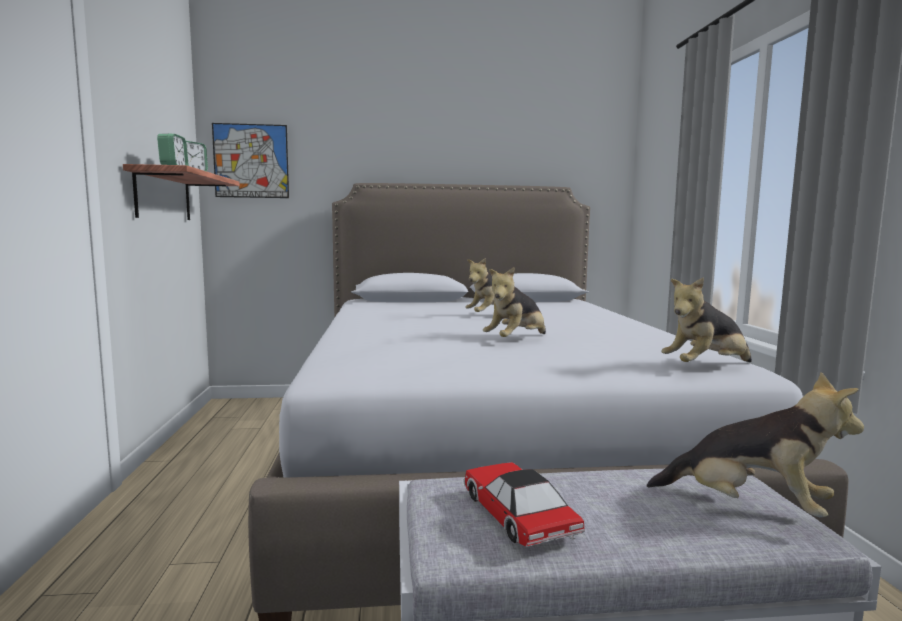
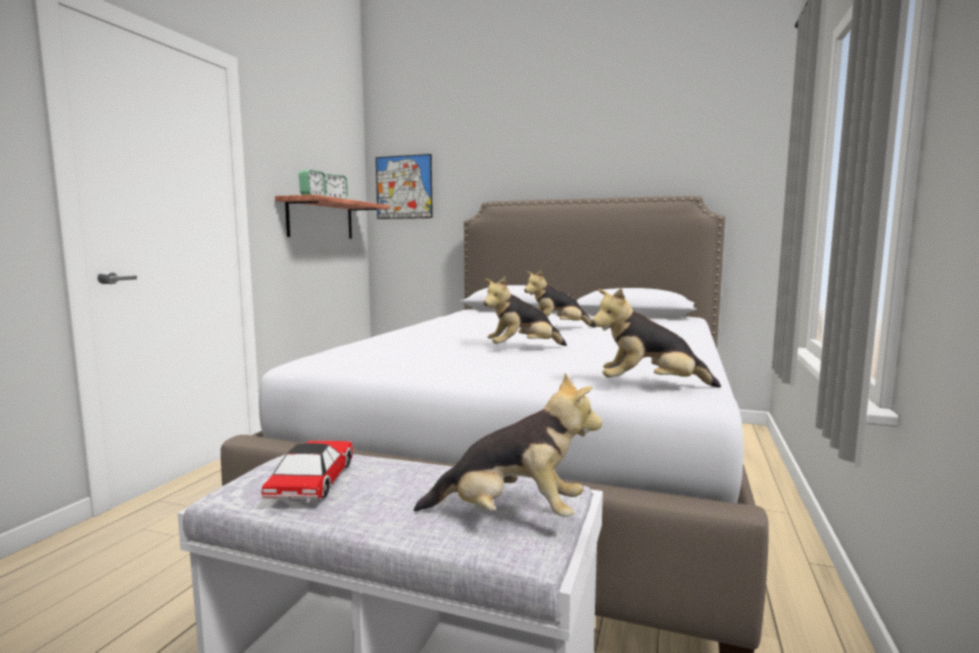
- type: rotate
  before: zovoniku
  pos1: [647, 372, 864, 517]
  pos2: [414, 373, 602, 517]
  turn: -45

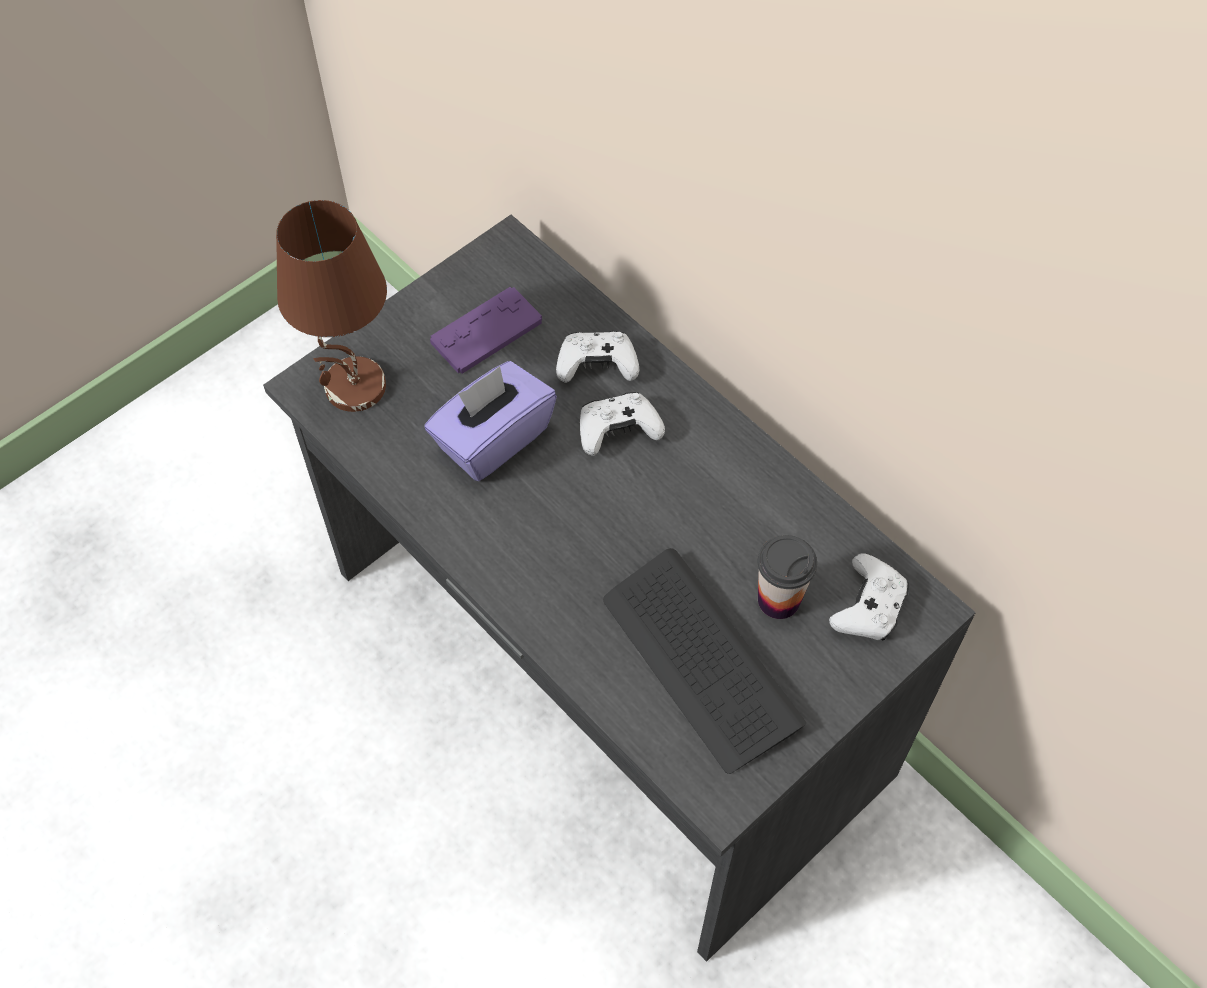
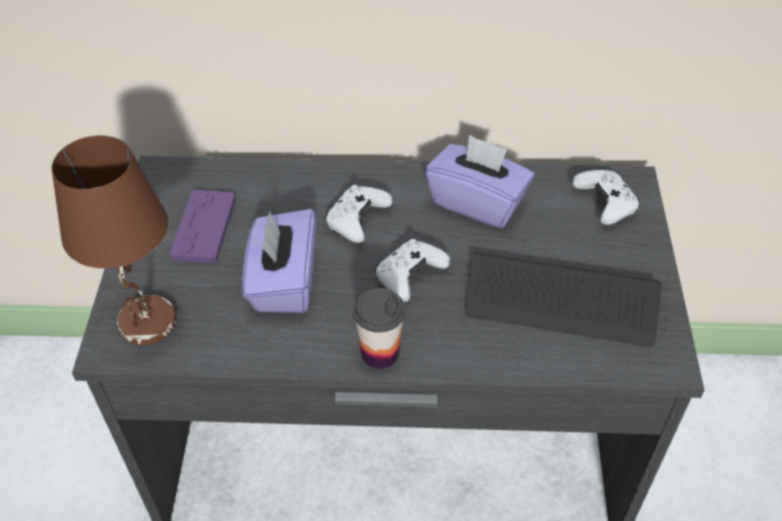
- type: move
  before: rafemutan
  pos1: [758, 535, 817, 619]
  pos2: [353, 288, 406, 369]
- type: move
  before: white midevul
  pos1: [556, 331, 639, 383]
  pos2: [375, 239, 450, 302]
- type: insert
  after: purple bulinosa
  pos2: [425, 134, 535, 228]

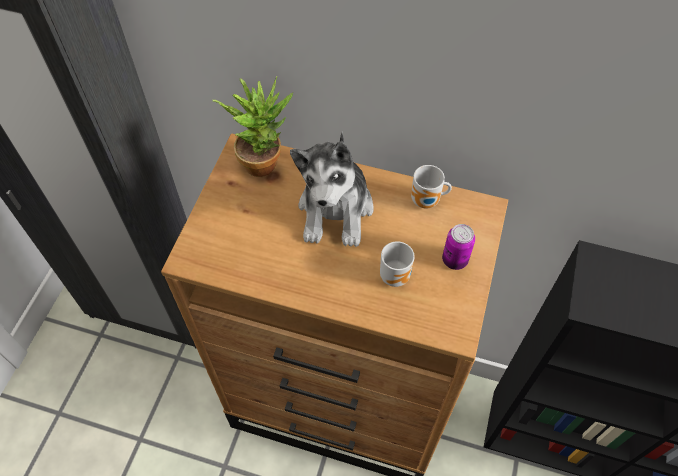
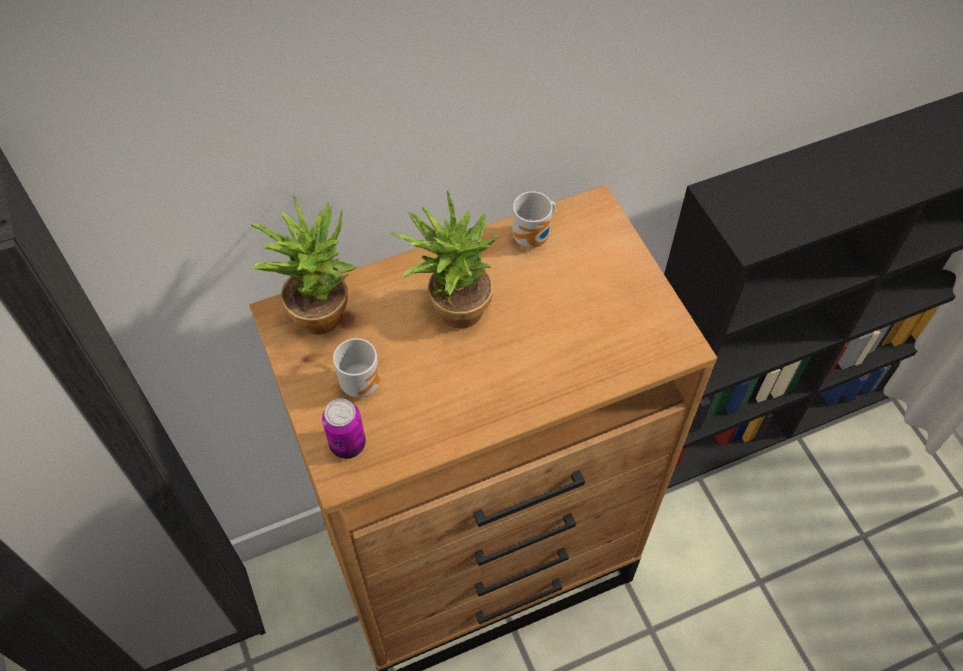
- type: move
  before: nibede
  pos1: [442, 224, 475, 270]
  pos2: [322, 399, 366, 459]
- type: move
  before: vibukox
  pos1: [380, 241, 415, 287]
  pos2: [333, 338, 380, 398]
- type: replace
  before: zovoniku
  after: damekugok
  pos1: [290, 132, 374, 247]
  pos2: [390, 190, 500, 328]

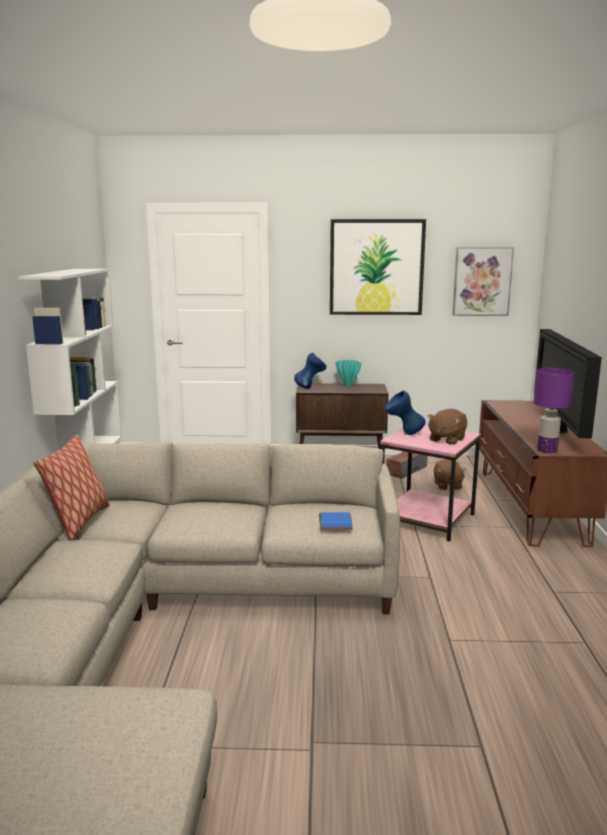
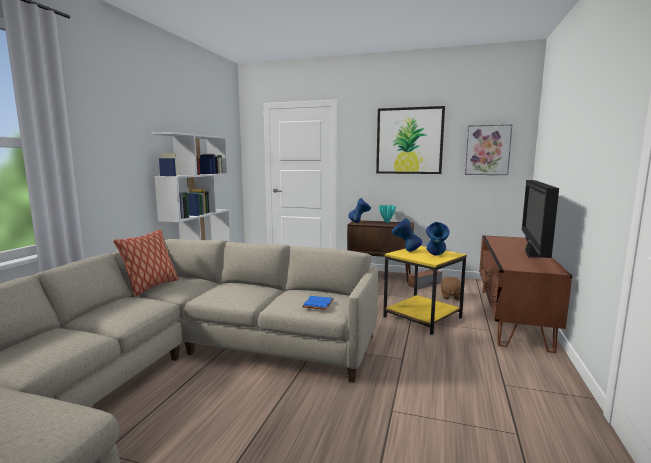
- type: recolor
  before: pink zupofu
  after: yellow zupofu
  pos1: [380, 425, 481, 542]
  pos2: [383, 246, 467, 335]
- type: replace
  before: brown zovoniku
  after: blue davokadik
  pos1: [427, 409, 467, 445]
  pos2: [426, 222, 450, 256]
- type: delete
  before: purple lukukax
  pos1: [534, 368, 575, 453]

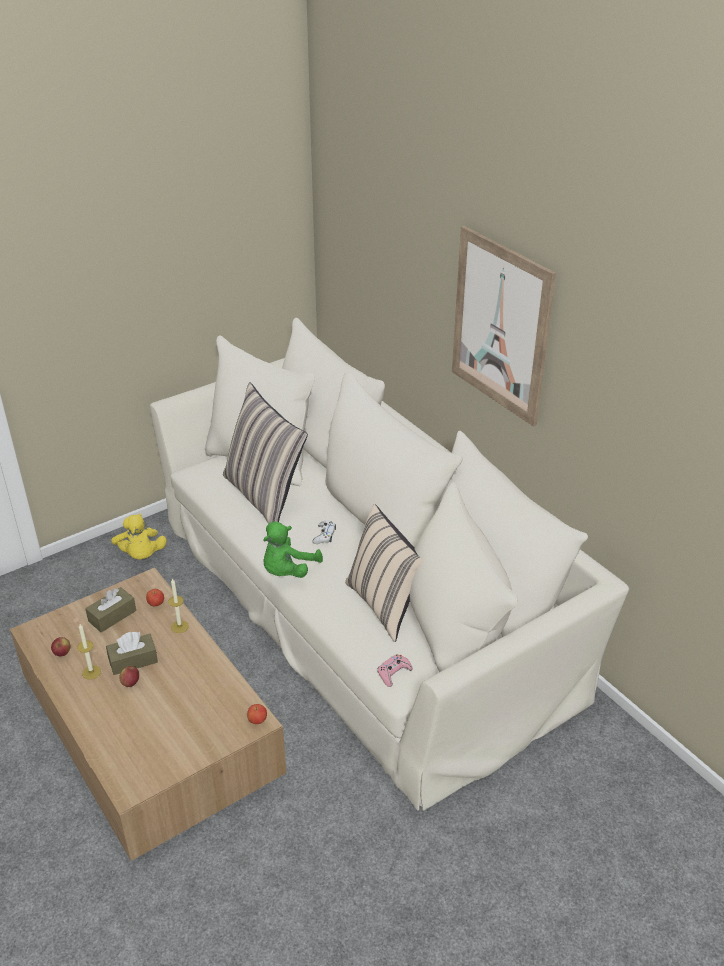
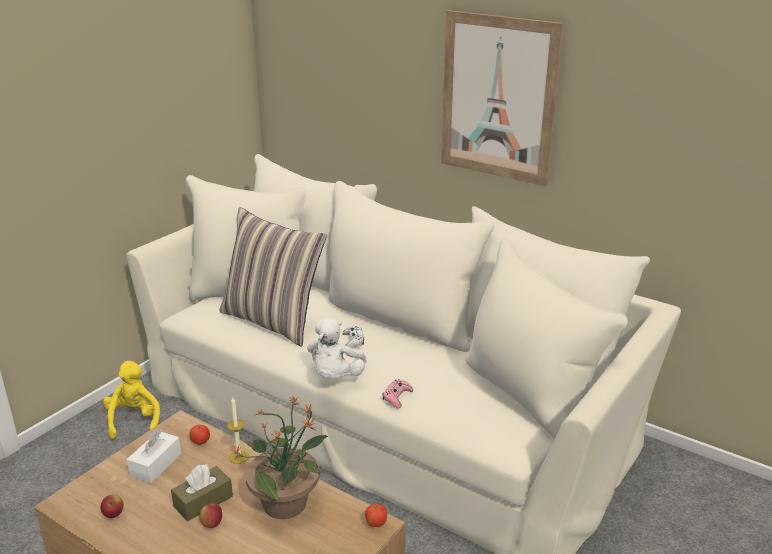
- type: rotate
  before: yellow zovoniku
  pos1: [111, 513, 167, 559]
  pos2: [103, 361, 160, 439]
  turn: -150
- type: recolor
  before: brown bulinosa
  after: white bulinosa
  pos1: [85, 587, 136, 633]
  pos2: [127, 429, 181, 483]
- type: insert
  after: damekugok
  pos2: [231, 396, 329, 519]
- type: recolor
  before: green zovoniku
  after: white zovoniku
  pos1: [263, 522, 323, 578]
  pos2: [307, 318, 366, 379]
- type: move
  before: pink midevul
  pos1: [377, 654, 413, 687]
  pos2: [382, 379, 413, 408]
- type: delete
  before: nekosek
  pos1: [77, 624, 101, 680]
- type: delete
  before: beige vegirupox
  pos1: [345, 504, 423, 642]

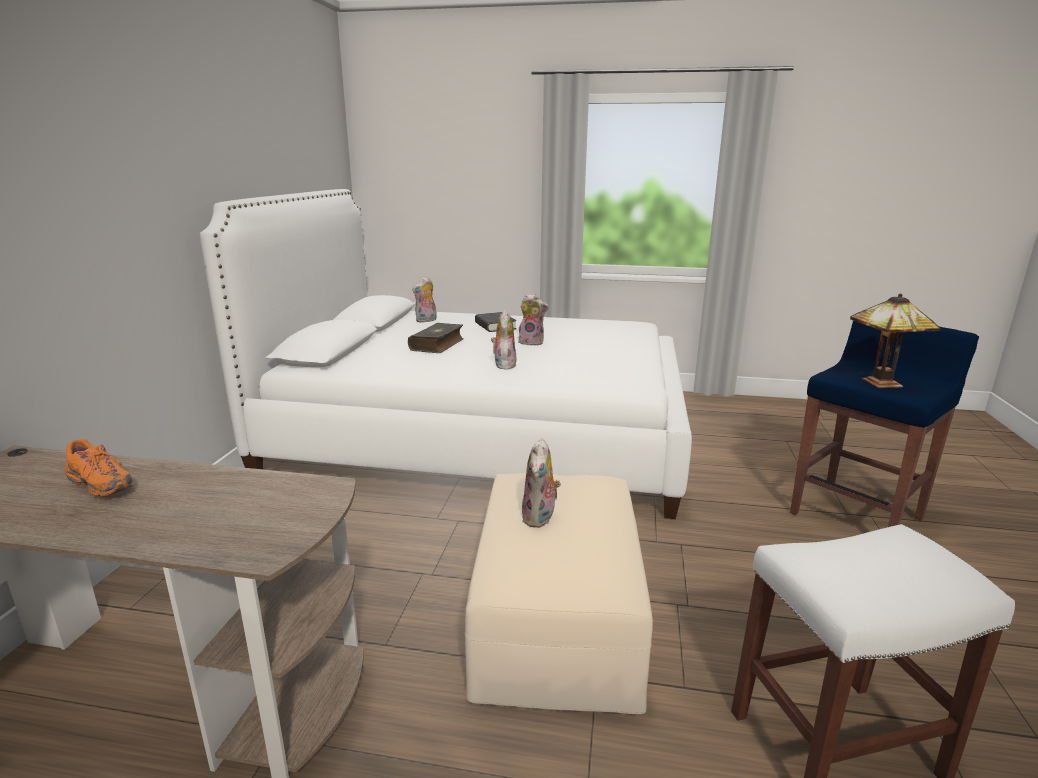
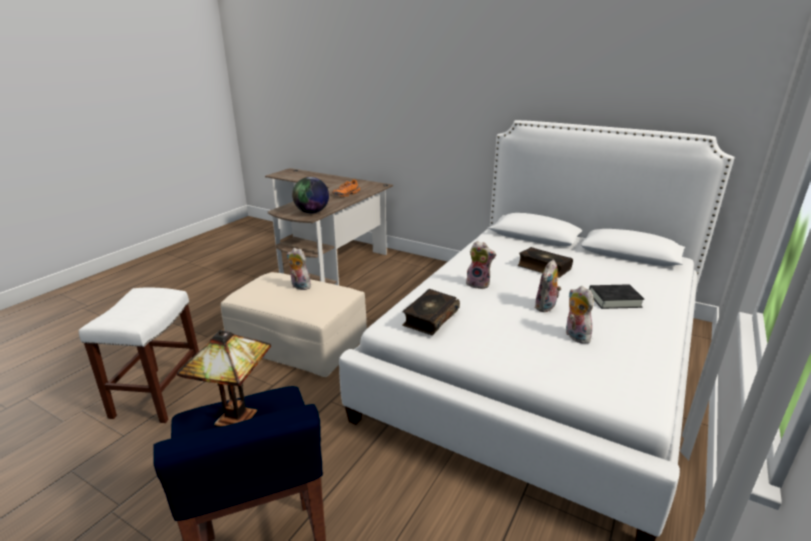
- type: insert
  after: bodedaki
  pos2: [292, 177, 329, 214]
- type: insert
  after: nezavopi
  pos2: [402, 289, 460, 335]
- type: move
  before: zovoniku
  pos1: [412, 276, 437, 323]
  pos2: [566, 286, 594, 344]

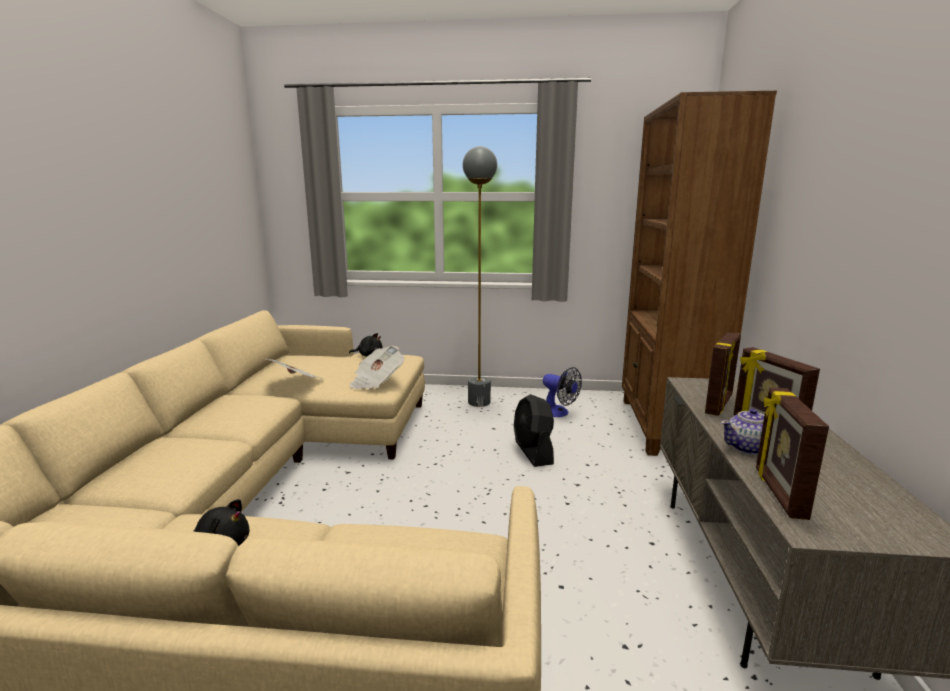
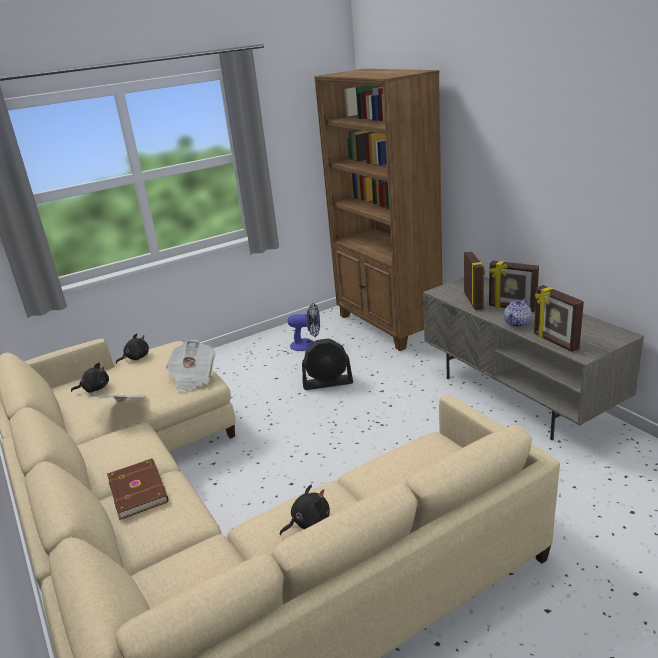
- type: insert
  after: black zovoniku
  pos2: [71, 363, 109, 393]
- type: insert
  after: brown nezavopi
  pos2: [107, 459, 169, 520]
- type: rotate
  before: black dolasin
  pos1: [514, 394, 554, 467]
  pos2: [302, 339, 353, 390]
  turn: -45
- type: delete
  before: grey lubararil
  pos1: [463, 146, 497, 407]

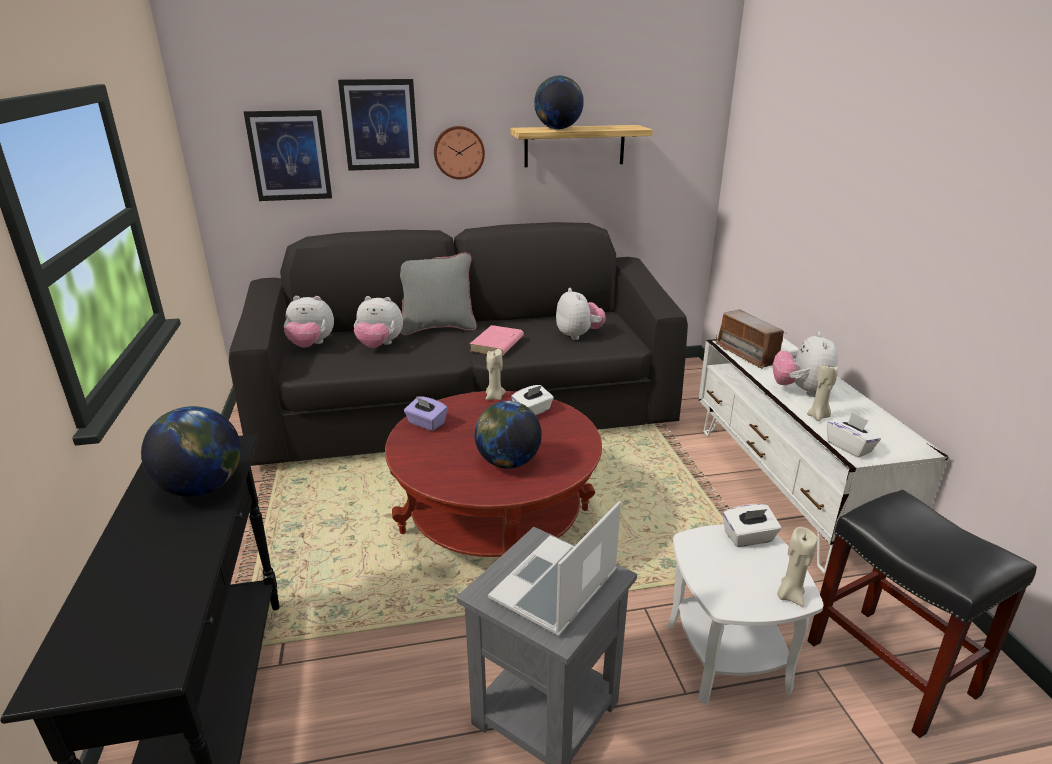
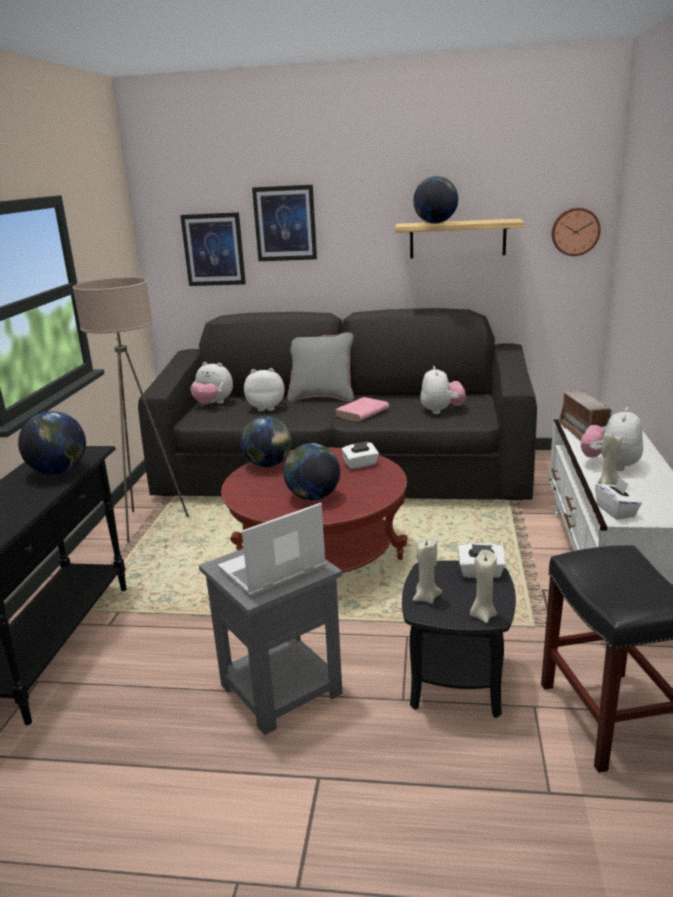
- type: insert
  after: beige lubararil
  pos2: [73, 278, 189, 543]
- type: replace
  before: purple bulinosa
  after: bodedaki
  pos1: [404, 397, 448, 431]
  pos2: [241, 416, 292, 467]
- type: rotate
  before: zovoniku
  pos1: [354, 296, 403, 348]
  pos2: [244, 368, 285, 411]
  turn: 150
- type: recolor
  before: white zupofu
  after: black zupofu
  pos1: [668, 524, 824, 705]
  pos2: [402, 560, 516, 718]
- type: move
  before: beige nekosek
  pos1: [486, 349, 506, 400]
  pos2: [413, 537, 442, 604]
- type: move
  before: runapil
  pos1: [434, 126, 485, 179]
  pos2: [552, 208, 601, 256]

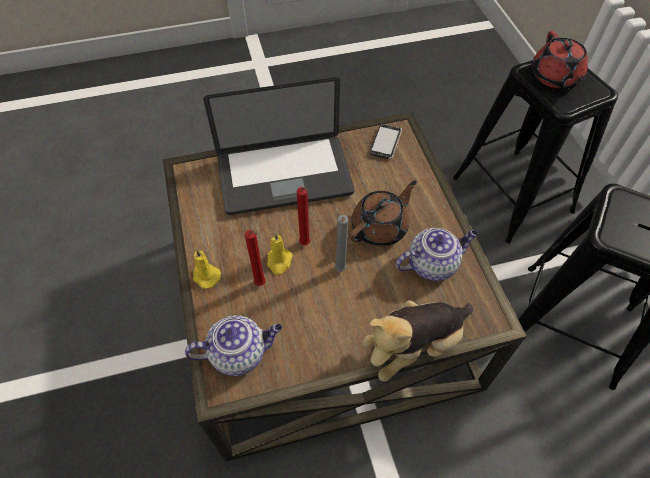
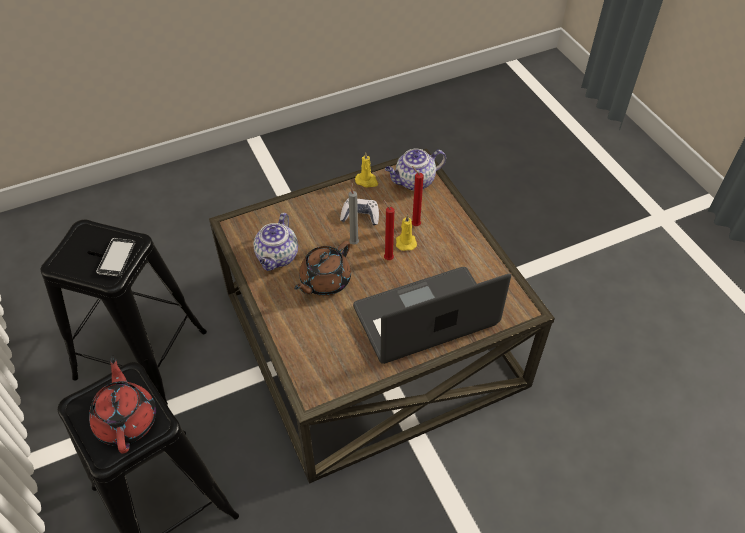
- type: move
  before: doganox
  pos1: [370, 124, 402, 159]
  pos2: [96, 238, 135, 277]
- type: rotate
  before: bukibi
  pos1: [396, 228, 478, 281]
  pos2: [254, 213, 298, 271]
  turn: -45
- type: insert
  after: midevul
  pos2: [340, 198, 379, 226]
- type: move
  before: yellow nekosek
  pos1: [193, 249, 221, 289]
  pos2: [355, 153, 378, 187]
- type: delete
  before: zovoniku
  pos1: [363, 300, 473, 382]

